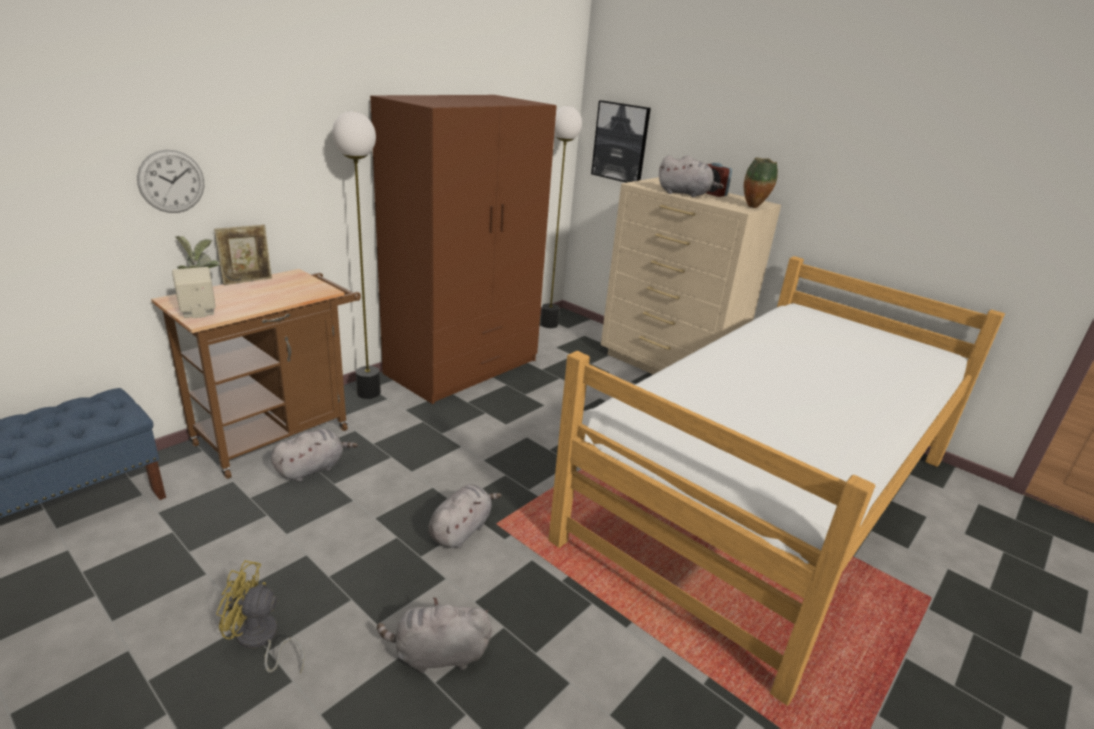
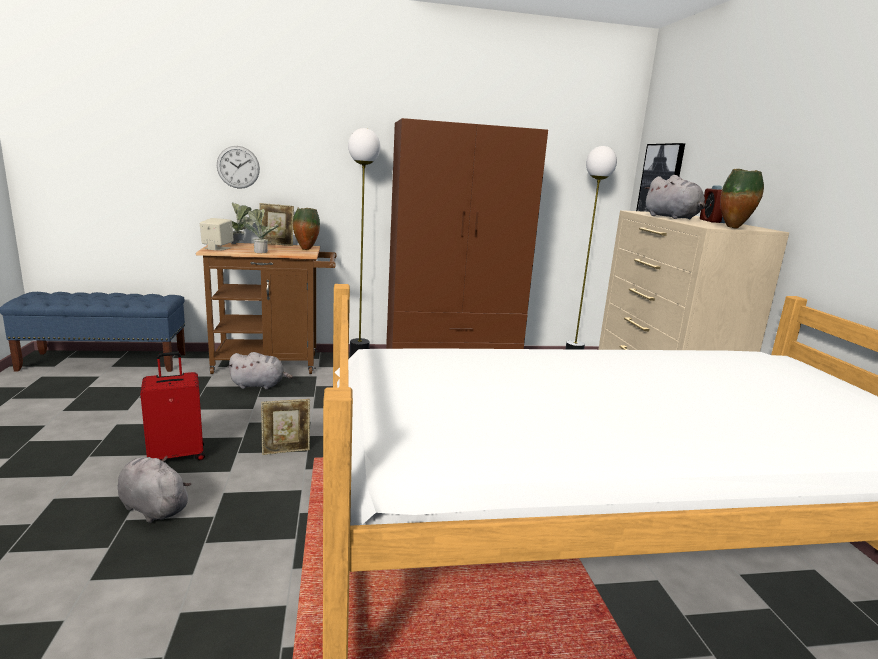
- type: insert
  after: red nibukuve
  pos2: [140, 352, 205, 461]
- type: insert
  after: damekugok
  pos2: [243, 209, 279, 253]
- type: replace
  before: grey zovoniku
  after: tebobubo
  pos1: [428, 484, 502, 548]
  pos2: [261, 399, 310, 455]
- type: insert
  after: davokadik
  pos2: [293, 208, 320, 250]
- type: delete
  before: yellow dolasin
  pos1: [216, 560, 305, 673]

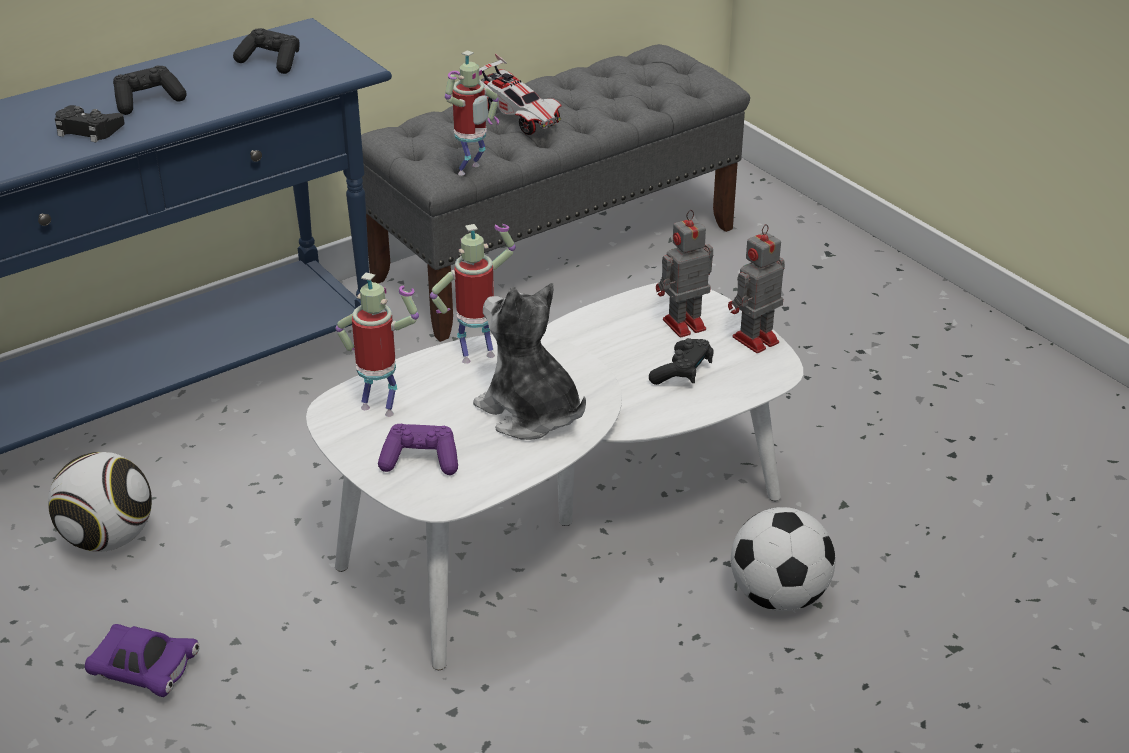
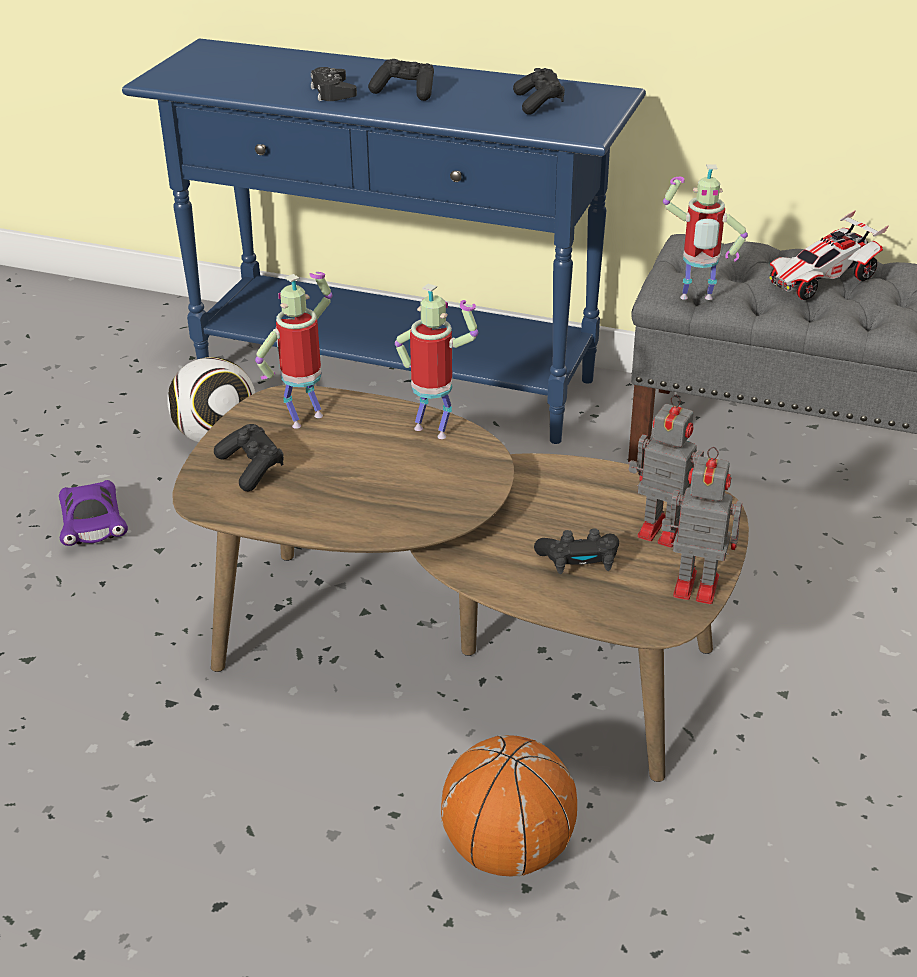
- type: recolor
  before: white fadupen
  after: brown fadupen
  pos1: [306, 283, 803, 670]
  pos2: [173, 385, 749, 782]
- type: recolor
  before: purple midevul
  after: black midevul
  pos1: [378, 424, 458, 475]
  pos2: [214, 424, 284, 491]
- type: rotate
  before: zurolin
  pos1: [335, 273, 419, 417]
  pos2: [255, 272, 333, 429]
  turn: -120
- type: replace
  before: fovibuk
  after: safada
  pos1: [731, 507, 835, 612]
  pos2: [441, 735, 577, 876]
- type: rotate
  before: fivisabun
  pos1: [479, 53, 562, 135]
  pos2: [769, 210, 888, 300]
  turn: 45
- type: delete
  before: zovoniku
  pos1: [473, 283, 586, 440]

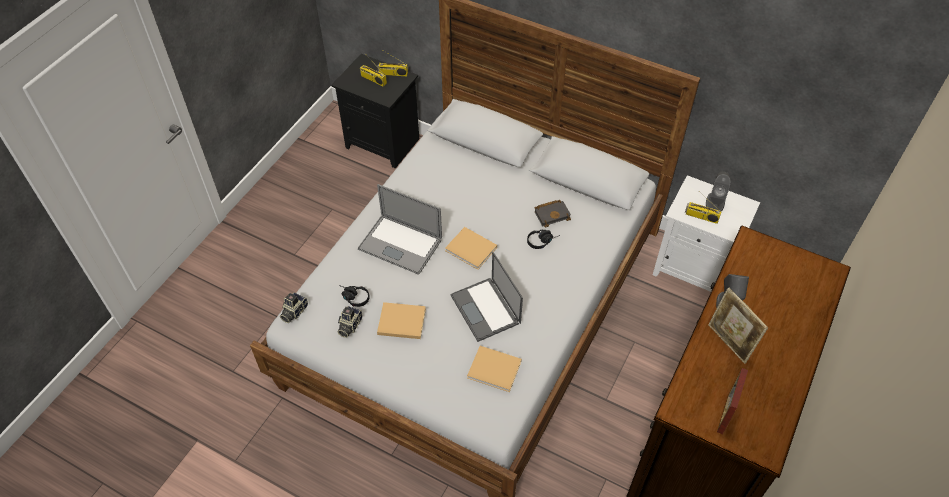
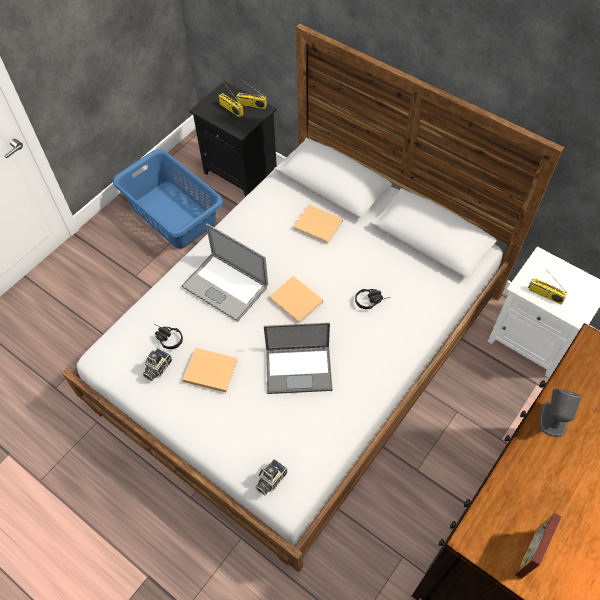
- type: insert
  after: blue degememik
  pos2: [113, 149, 223, 249]
- type: move
  before: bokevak
  pos1: [280, 292, 308, 323]
  pos2: [255, 459, 288, 495]
- type: rotate
  before: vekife
  pos1: [451, 252, 523, 342]
  pos2: [264, 323, 333, 394]
  turn: -75
- type: move
  before: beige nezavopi
  pos1: [467, 346, 522, 392]
  pos2: [293, 205, 343, 244]
- type: delete
  before: black nezavopi
  pos1: [535, 200, 571, 228]
- type: delete
  before: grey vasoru
  pos1: [706, 171, 730, 211]
- type: delete
  before: tebobubo
  pos1: [708, 288, 768, 364]

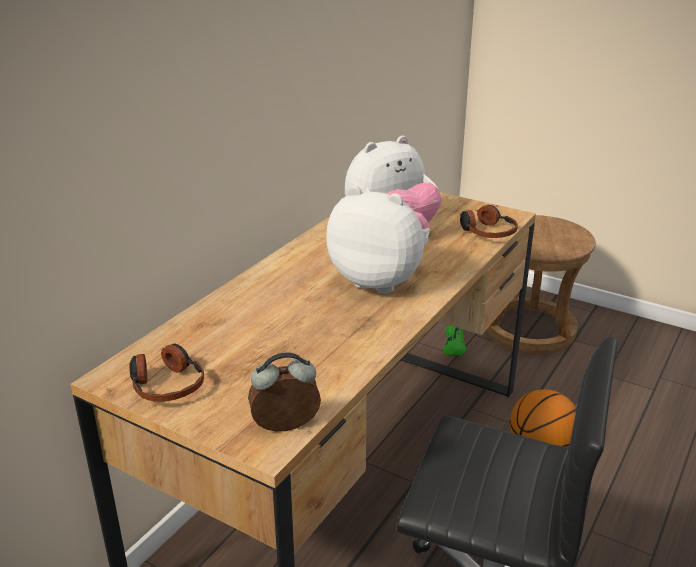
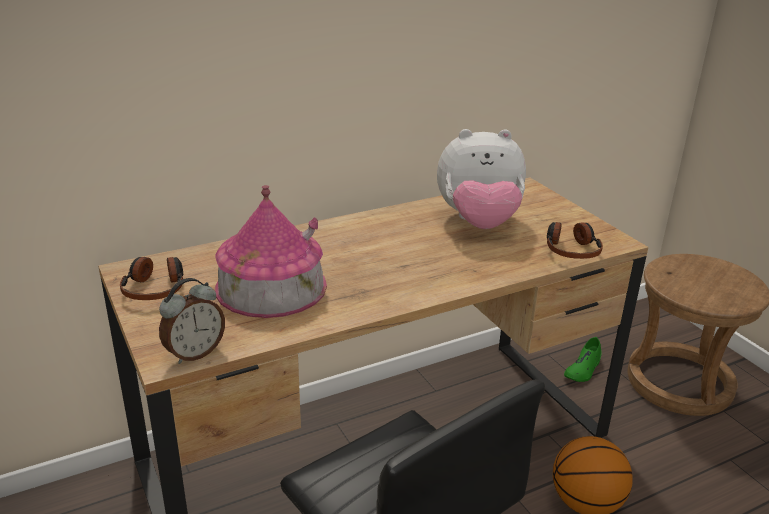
- type: rotate
  before: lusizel
  pos1: [248, 352, 321, 432]
  pos2: [159, 278, 225, 364]
  turn: 120
- type: insert
  after: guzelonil
  pos2: [215, 185, 327, 318]
- type: delete
  before: zovoniku
  pos1: [326, 186, 430, 294]

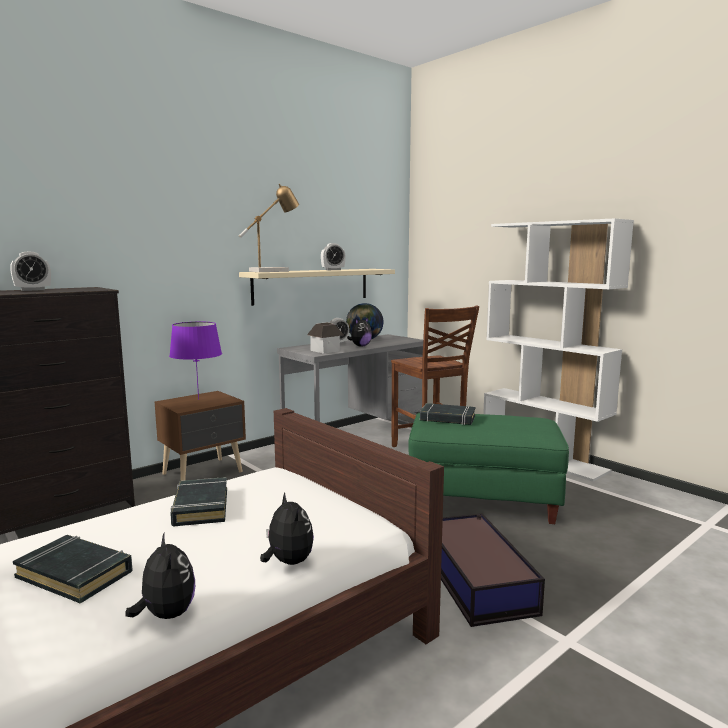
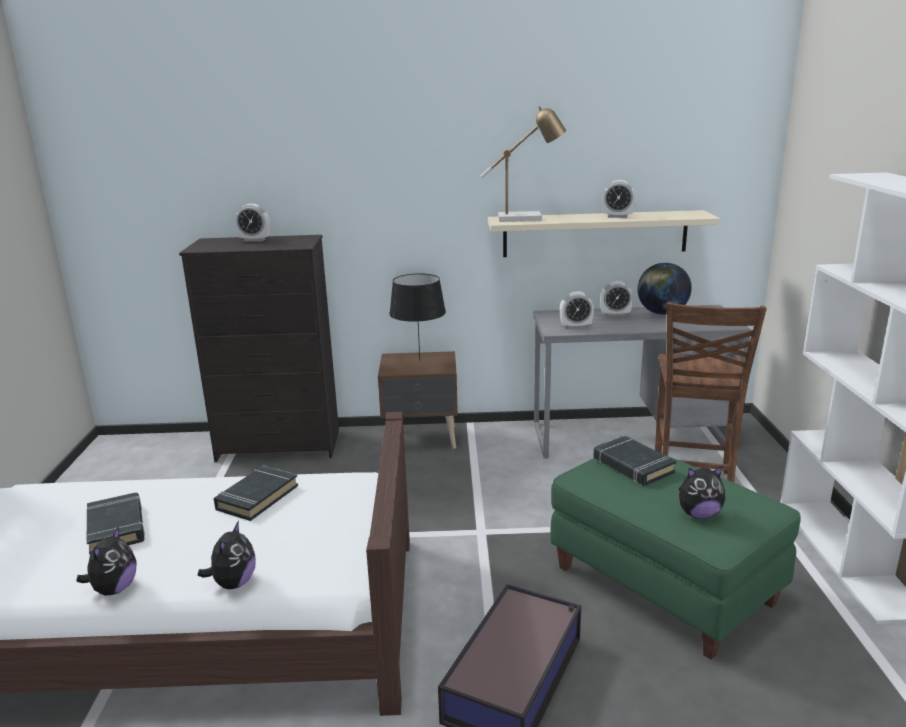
- type: recolor
  before: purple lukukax
  after: black lukukax
  pos1: [169, 322, 222, 400]
  pos2: [389, 274, 446, 361]
- type: replace
  before: guzelonil
  after: lusizel
  pos1: [307, 322, 344, 354]
  pos2: [560, 292, 594, 329]
- type: move
  before: zovoniku
  pos1: [347, 318, 372, 347]
  pos2: [678, 466, 725, 519]

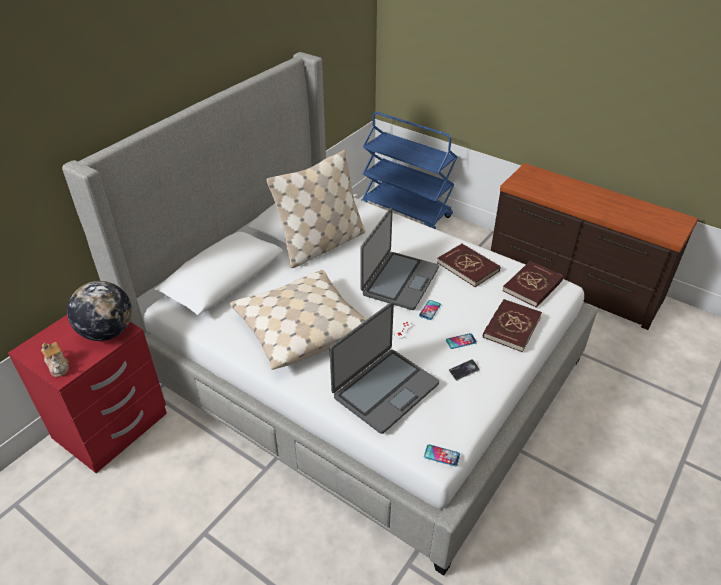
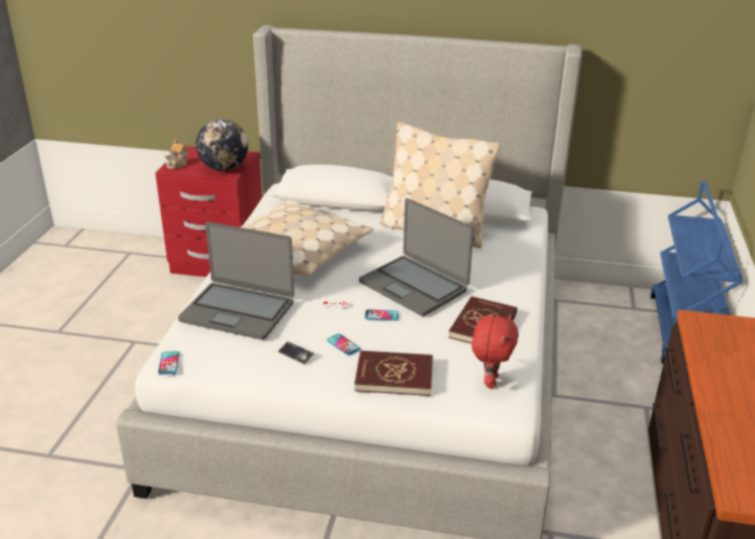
- type: rotate
  before: vekife
  pos1: [360, 208, 439, 310]
  pos2: [359, 198, 474, 316]
  turn: 45
- type: replace
  before: red nezavopi
  after: red zovoniku
  pos1: [503, 261, 563, 308]
  pos2: [472, 314, 519, 388]

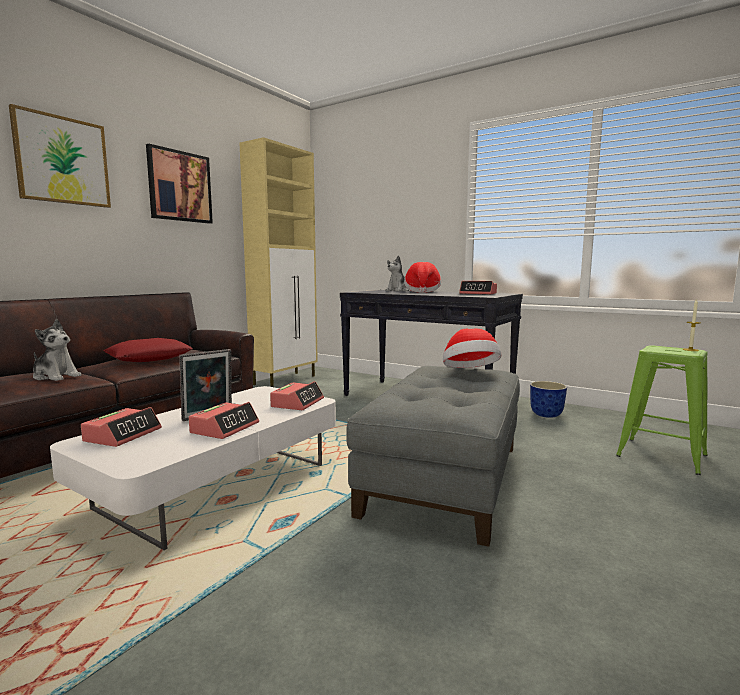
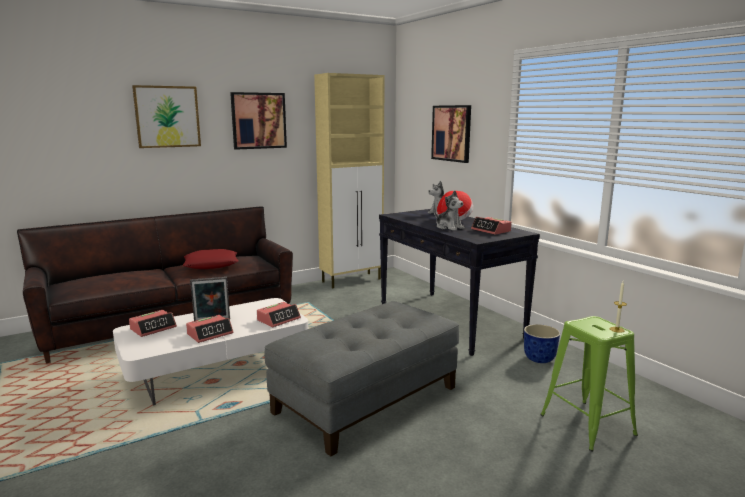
- type: insert
  after: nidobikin
  pos2: [431, 105, 471, 163]
- type: move
  before: zovoniku
  pos1: [33, 319, 81, 381]
  pos2: [435, 191, 465, 231]
- type: delete
  before: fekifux
  pos1: [443, 328, 502, 368]

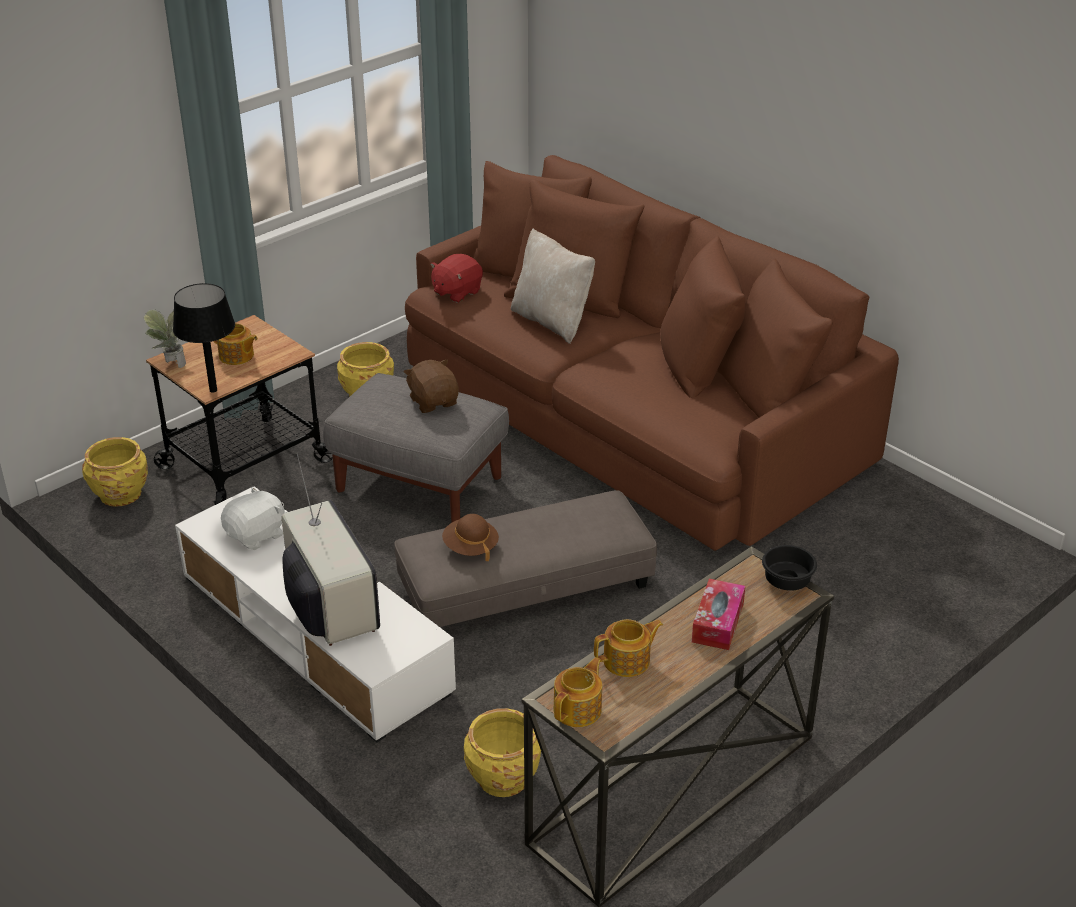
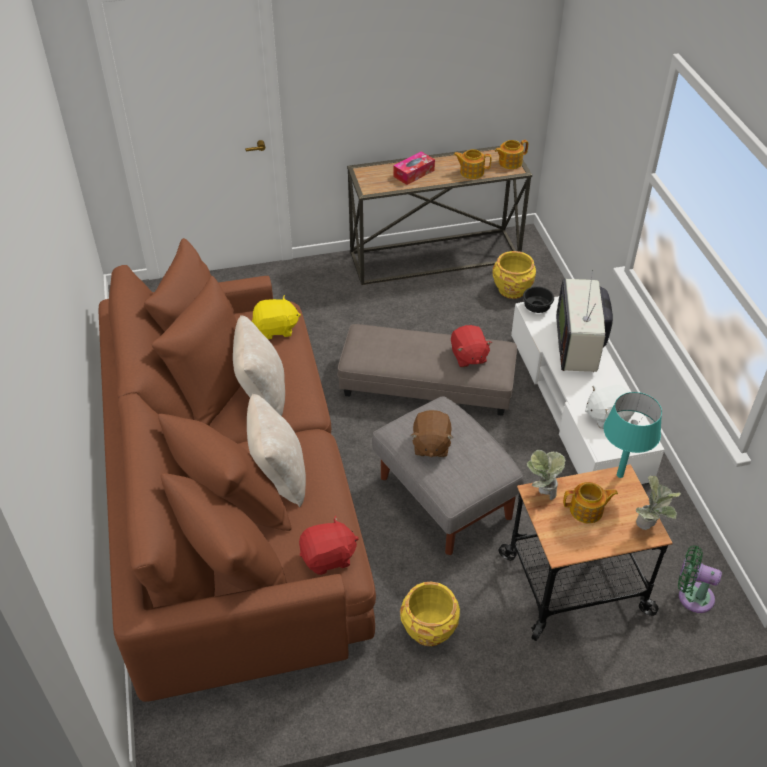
- type: insert
  after: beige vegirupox
  pos2: [233, 315, 285, 416]
- type: insert
  after: yellow zovoniku
  pos2: [252, 295, 301, 339]
- type: replace
  before: brown fekifux
  after: red zovoniku
  pos1: [442, 514, 499, 561]
  pos2: [451, 325, 492, 367]
- type: move
  before: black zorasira
  pos1: [762, 545, 817, 591]
  pos2: [523, 287, 554, 313]
- type: insert
  after: damekugok
  pos2: [527, 450, 566, 500]
- type: rotate
  before: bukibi
  pos1: [214, 323, 258, 365]
  pos2: [563, 482, 618, 523]
  turn: 120
- type: recolor
  before: black lukukax
  after: turquoise lukukax
  pos1: [173, 283, 235, 393]
  pos2: [603, 392, 662, 478]
- type: replace
  before: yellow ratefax
  after: green dolasin
  pos1: [82, 437, 148, 507]
  pos2: [678, 545, 722, 613]

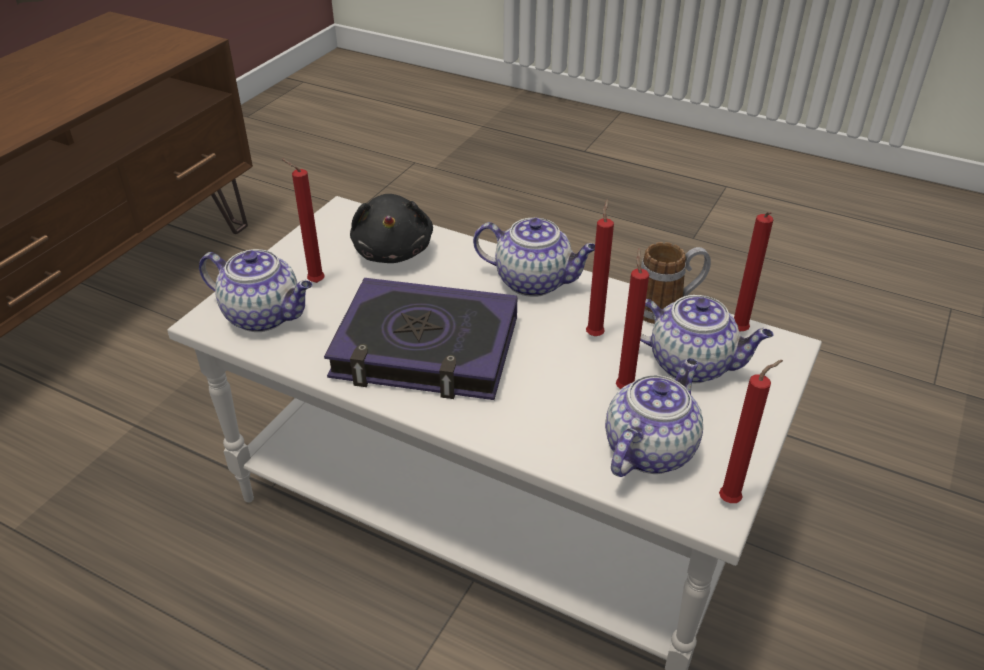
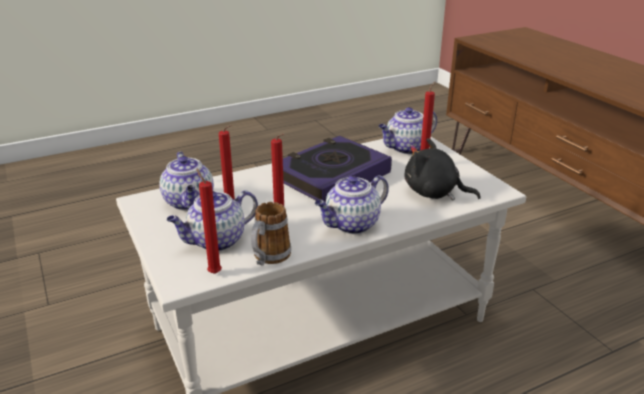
- type: delete
  before: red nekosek
  pos1: [719, 360, 783, 503]

